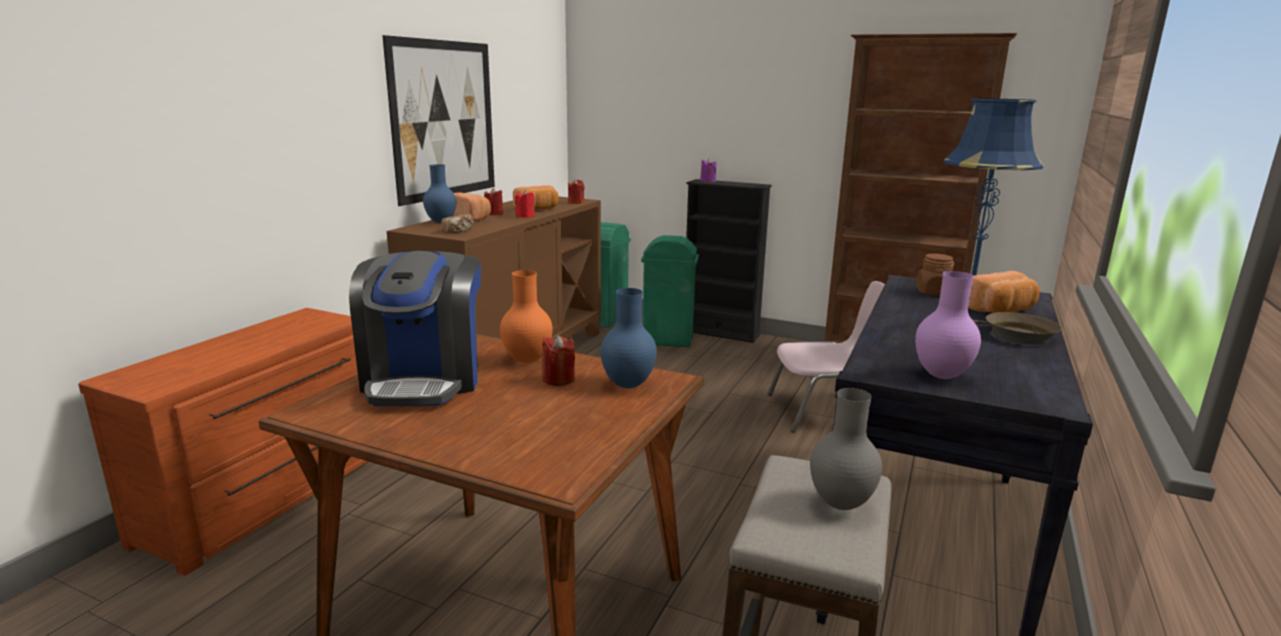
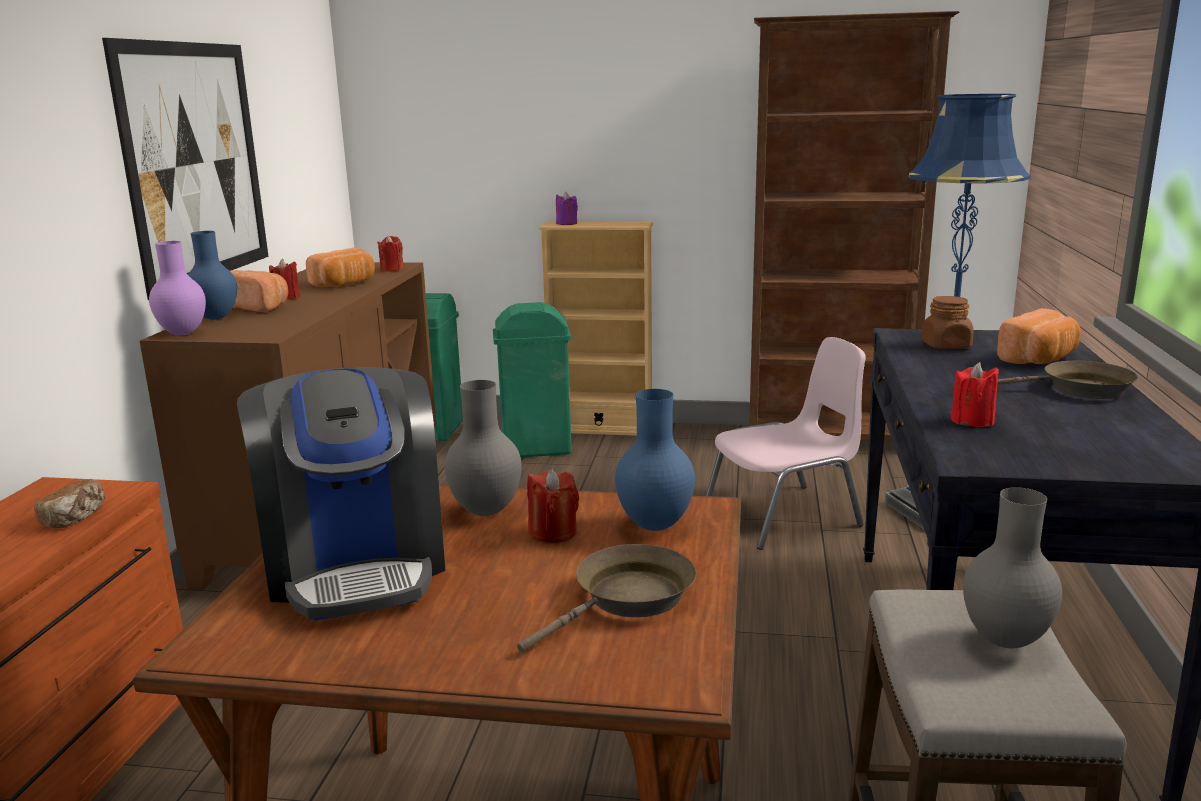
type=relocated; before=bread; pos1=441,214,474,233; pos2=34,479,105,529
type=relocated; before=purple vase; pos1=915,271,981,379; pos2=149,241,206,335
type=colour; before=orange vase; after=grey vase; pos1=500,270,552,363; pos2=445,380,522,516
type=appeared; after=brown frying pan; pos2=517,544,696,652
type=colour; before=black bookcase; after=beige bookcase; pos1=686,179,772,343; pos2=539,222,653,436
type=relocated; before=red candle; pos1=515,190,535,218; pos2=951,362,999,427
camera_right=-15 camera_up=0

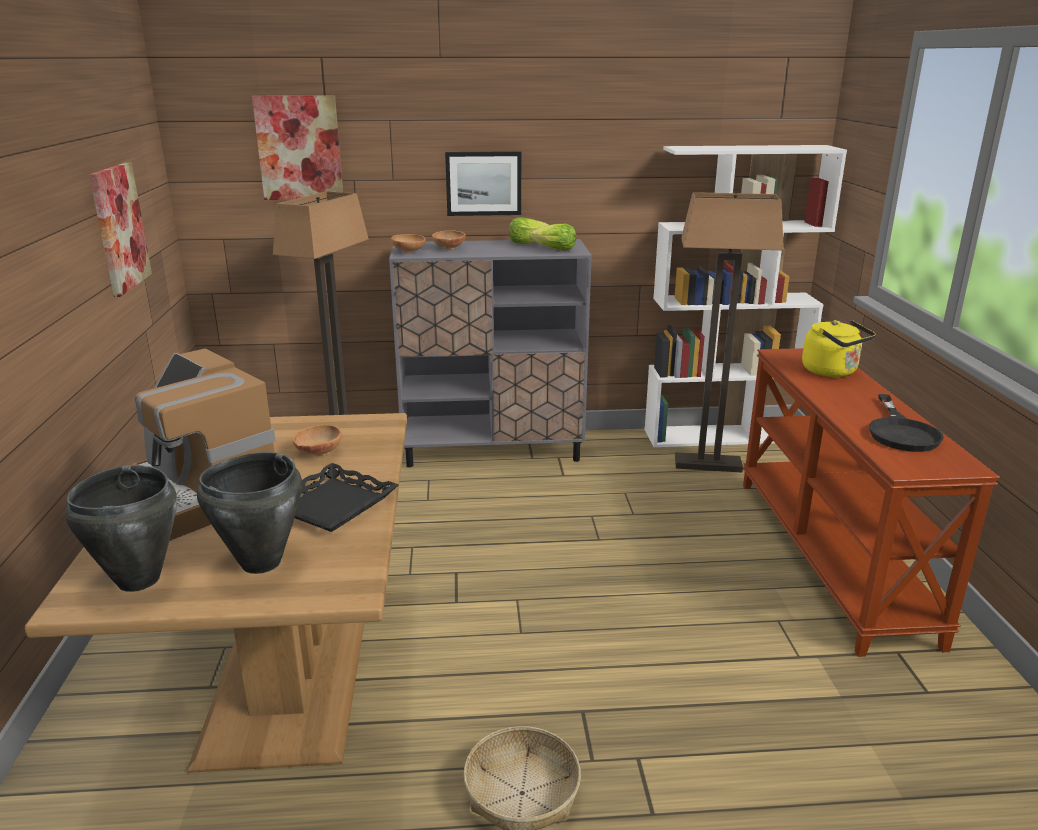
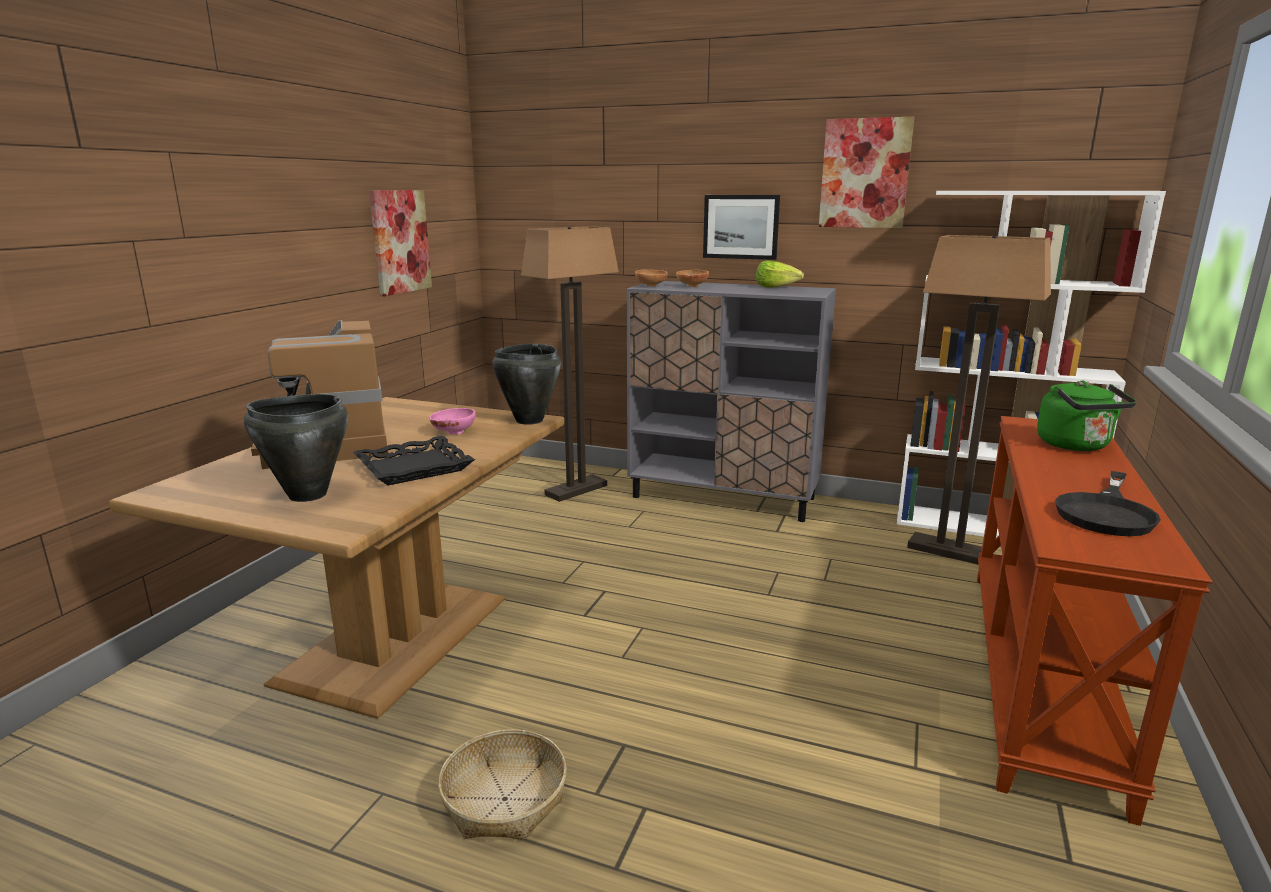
type=colour; before=brown bowl; after=pink bowl; pos1=293,425,342,456; pos2=429,408,476,435
type=relocated; before=black cooking pot; pos1=65,465,177,592; pos2=492,344,561,425
type=relocated; before=picture; pos1=252,95,343,200; pos2=819,117,914,228
type=colour; before=yellow kettle; after=green kettle; pos1=802,320,876,377; pos2=1037,381,1137,451
type=missing; before=lettuce; pos1=529,223,576,251
camera_right=25 camera_up=-5

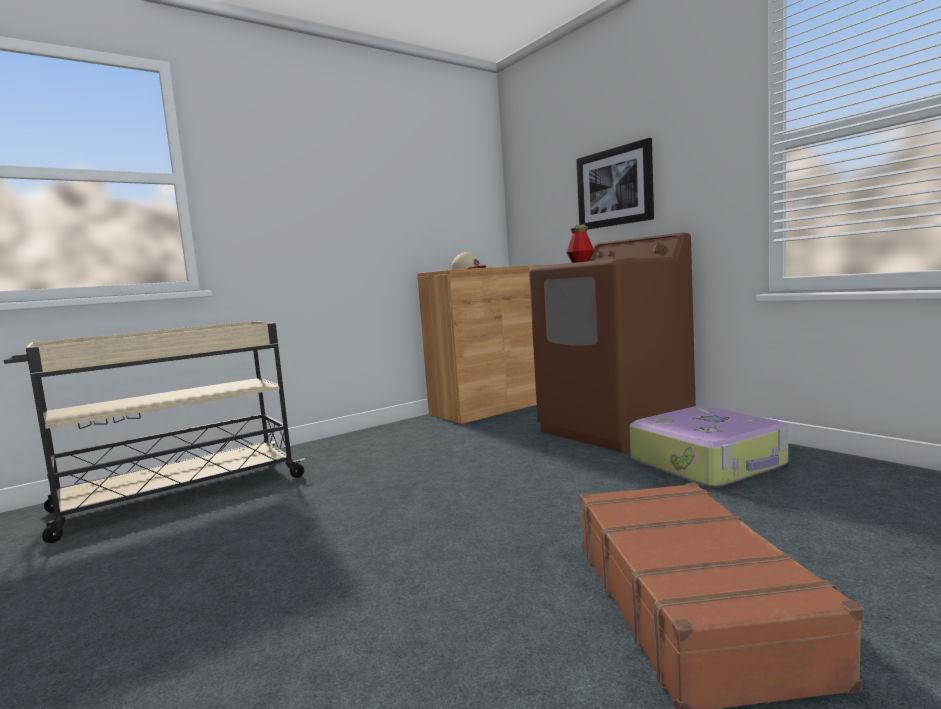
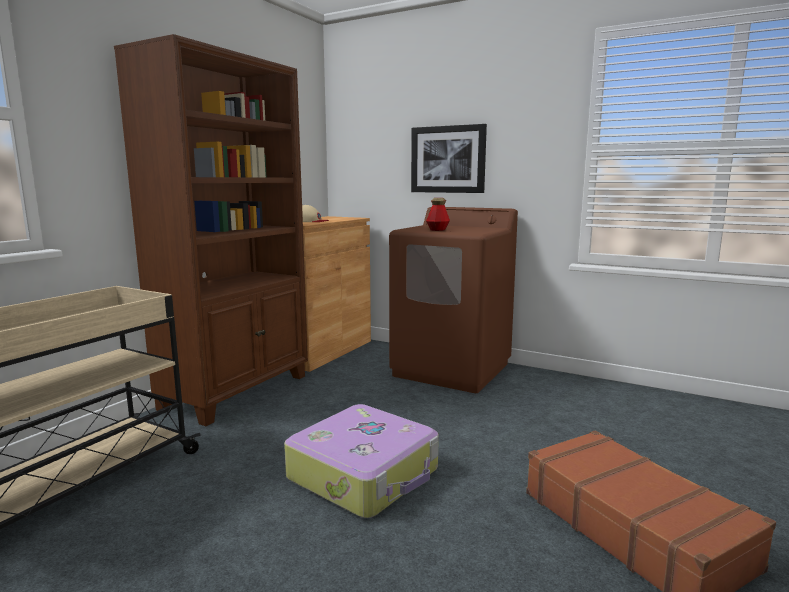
type=appeared; after=brown bookcase; pos2=114,34,308,426
type=relocated; before=suitcase; pos1=630,406,788,487; pos2=284,404,439,518
camera_right=-25 camera_up=5

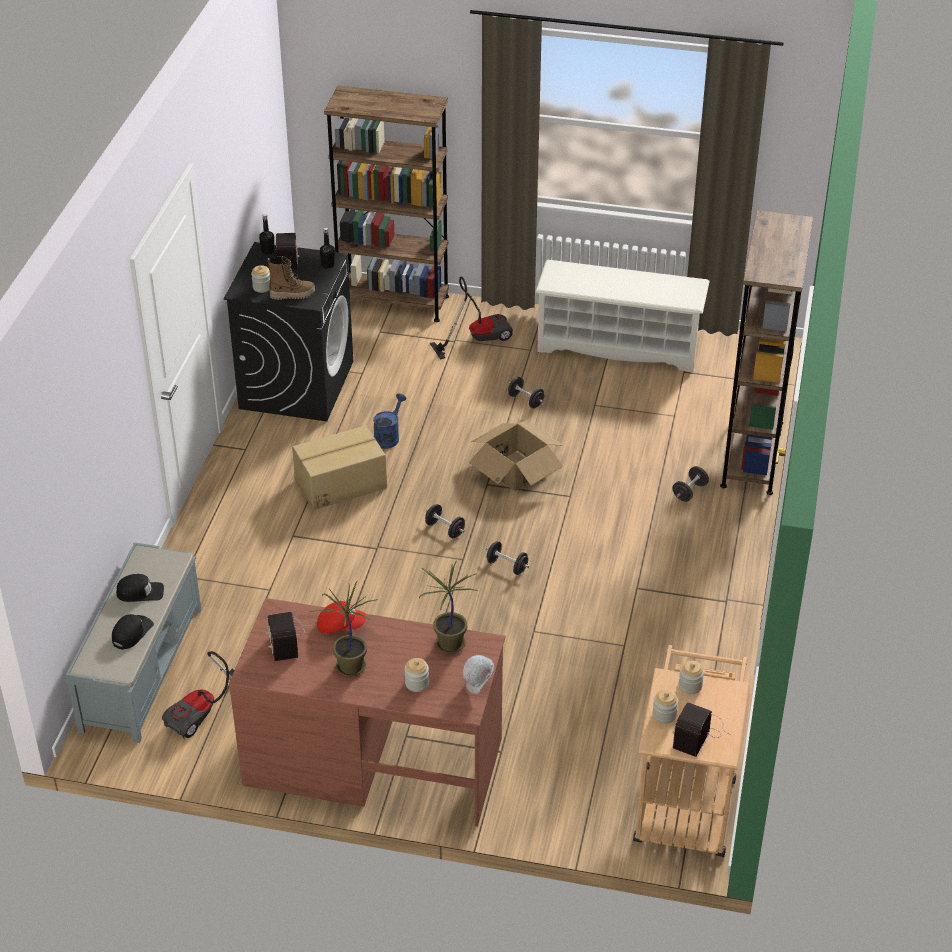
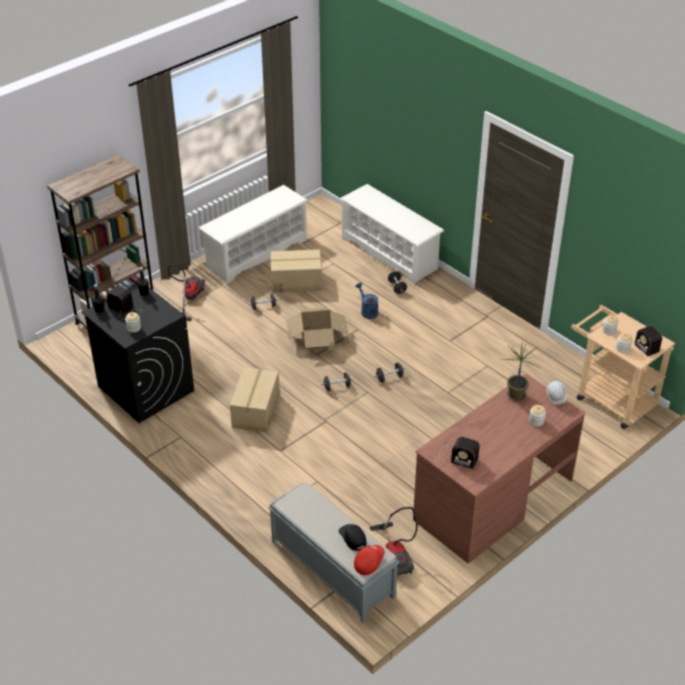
type=appeared; after=cardboard box; pos2=270,249,322,293
type=exchanged; before=brown bookcase; after=white shoe rack; pos1=720,210,813,495; pos2=340,184,444,285
type=relocated; before=red cap; pos1=317,601,366,633; pos2=354,545,385,575
type=relocated; before=blue watering can; pos1=373,393,407,449; pos2=355,283,378,319
type=missing; before=black cap; pos1=116,574,164,602
type=missing; before=boot; pos1=267,256,315,300
type=missing; before=potted plant; pos1=309,581,377,677
camera_right=-55 camera_up=0

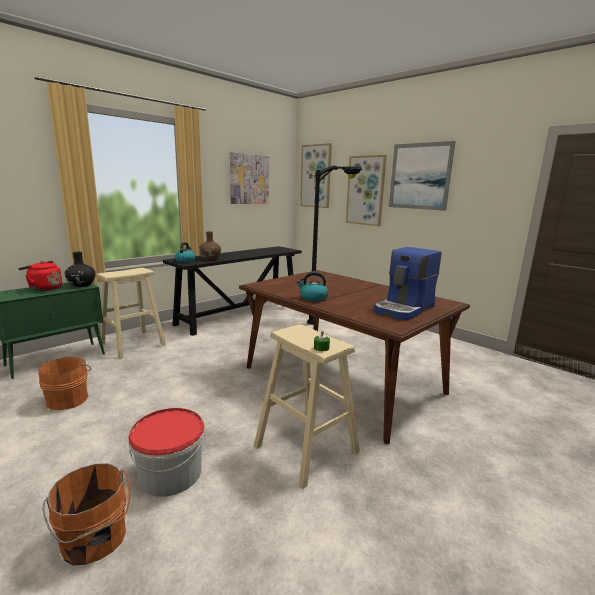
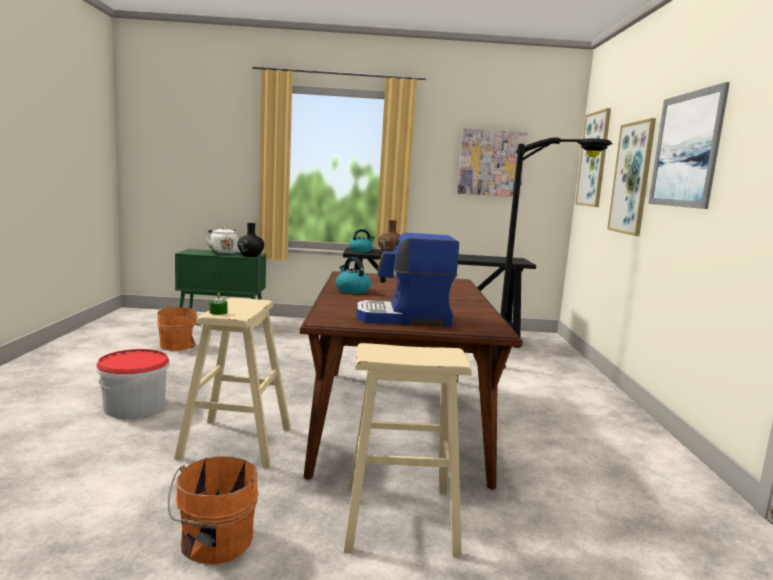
type=relocated; before=orange bucket; pos1=43,463,130,565; pos2=168,456,259,564
type=colour; before=red kettle; after=white kettle; pos1=18,261,62,291; pos2=205,227,238,254
type=relocated; before=beige stool; pos1=97,268,166,358; pos2=344,343,472,558
camera_right=45 camera_up=-5

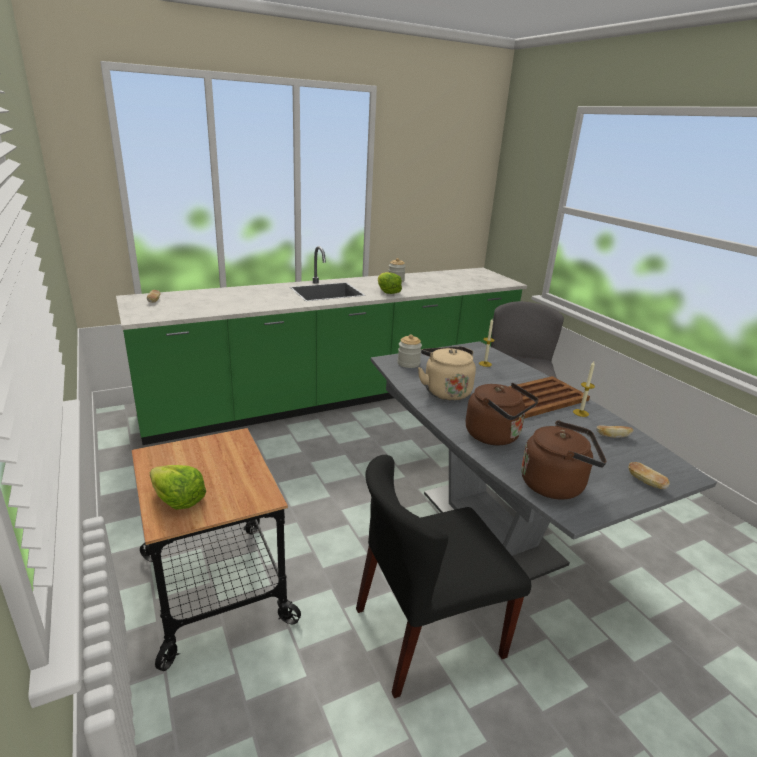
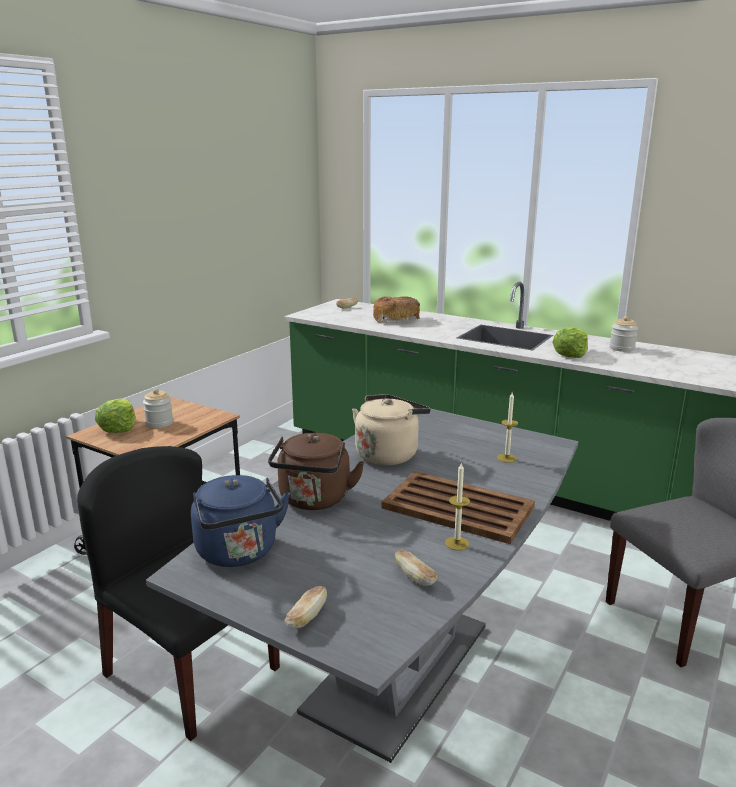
type=relocated; before=jar; pos1=398,334,422,368; pos2=143,389,173,428
type=colour; before=brown kettle; after=blue kettle; pos1=521,421,606,500; pos2=191,475,290,567
type=appeared; after=bread; pos2=373,296,420,323
camera_right=60 camera_up=-5

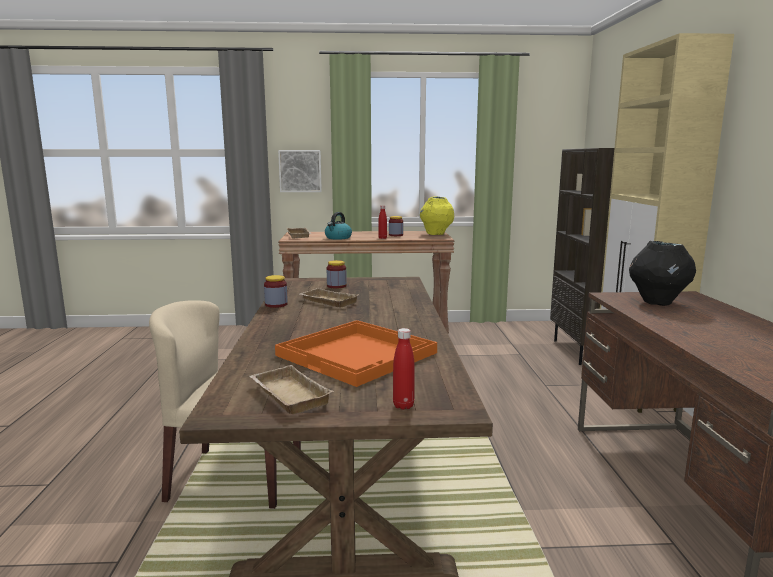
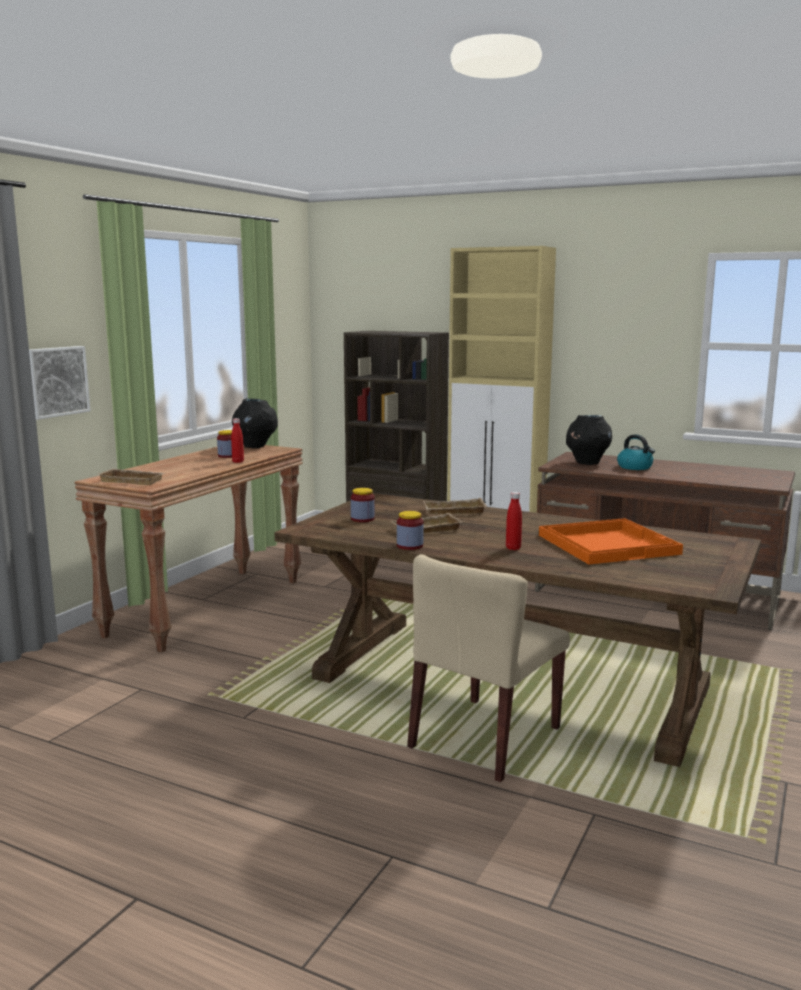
type=colour; before=yellow vase; after=black vase; pos1=420,196,454,235; pos2=232,398,278,448
type=relocated; before=beige tray; pos1=249,365,334,414; pos2=423,498,487,514
type=relocated; before=red bottle; pos1=393,328,415,410; pos2=506,492,522,550
type=relocated; before=kettle; pos1=325,212,352,240; pos2=617,434,655,470
camera_right=-60 camera_up=0

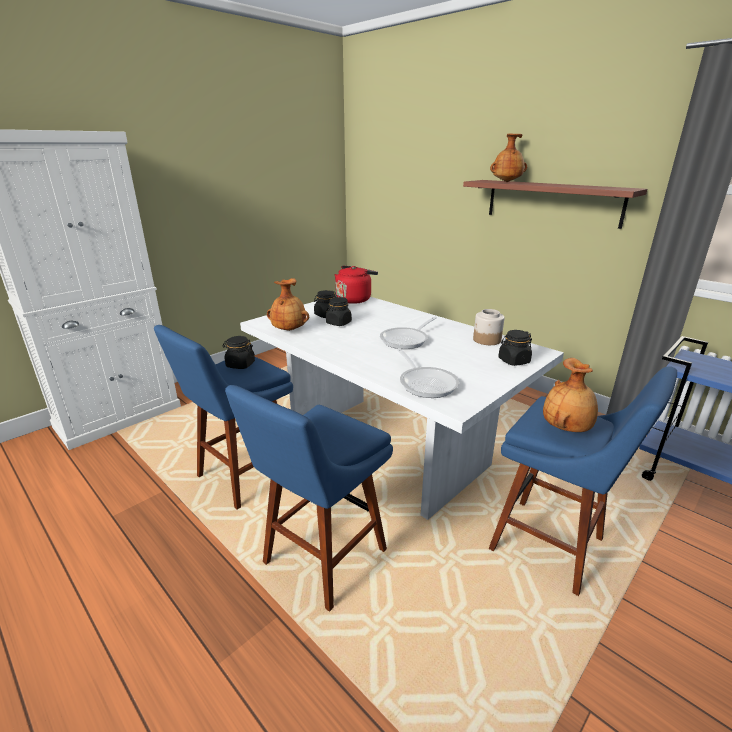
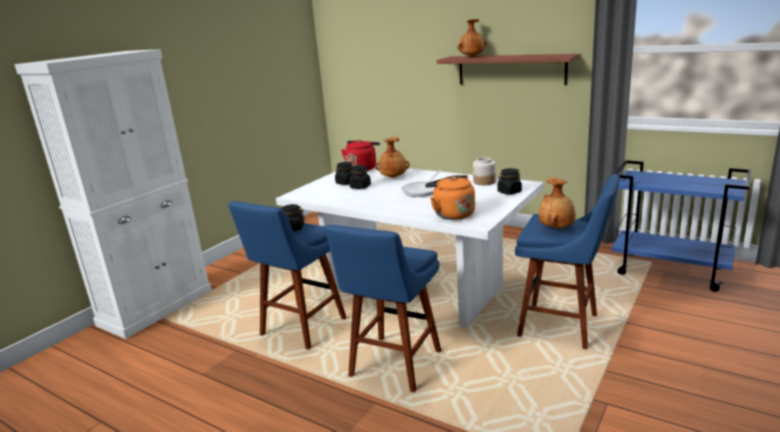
type=relocated; before=brown vase; pos1=267,278,309,331; pos2=375,137,410,178
type=exchanged; before=frying pan; after=orange kettle; pos1=397,348,459,398; pos2=425,175,475,220
camera_right=-10 camera_up=-5

